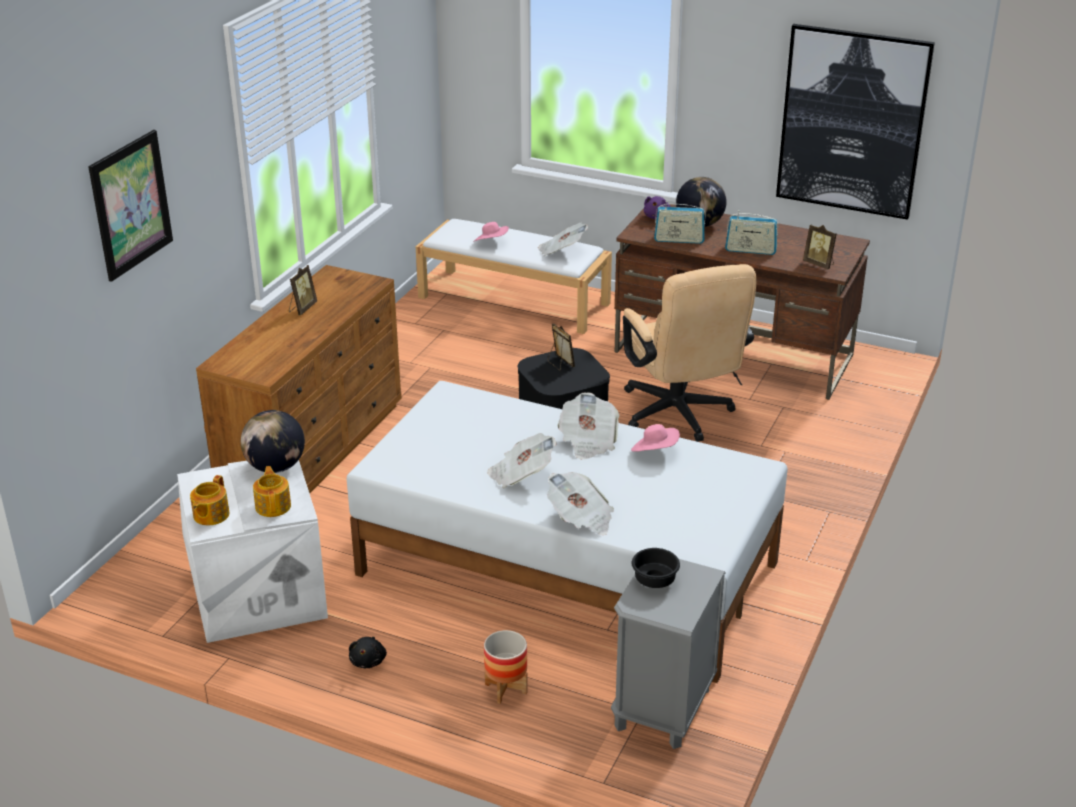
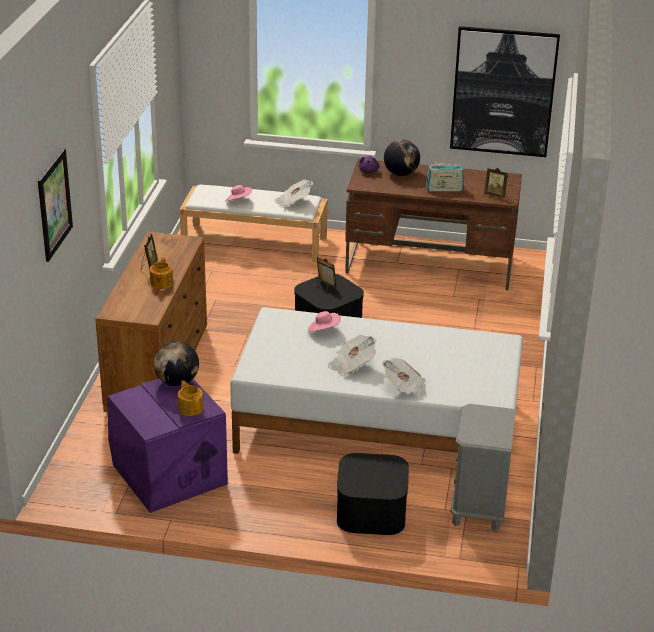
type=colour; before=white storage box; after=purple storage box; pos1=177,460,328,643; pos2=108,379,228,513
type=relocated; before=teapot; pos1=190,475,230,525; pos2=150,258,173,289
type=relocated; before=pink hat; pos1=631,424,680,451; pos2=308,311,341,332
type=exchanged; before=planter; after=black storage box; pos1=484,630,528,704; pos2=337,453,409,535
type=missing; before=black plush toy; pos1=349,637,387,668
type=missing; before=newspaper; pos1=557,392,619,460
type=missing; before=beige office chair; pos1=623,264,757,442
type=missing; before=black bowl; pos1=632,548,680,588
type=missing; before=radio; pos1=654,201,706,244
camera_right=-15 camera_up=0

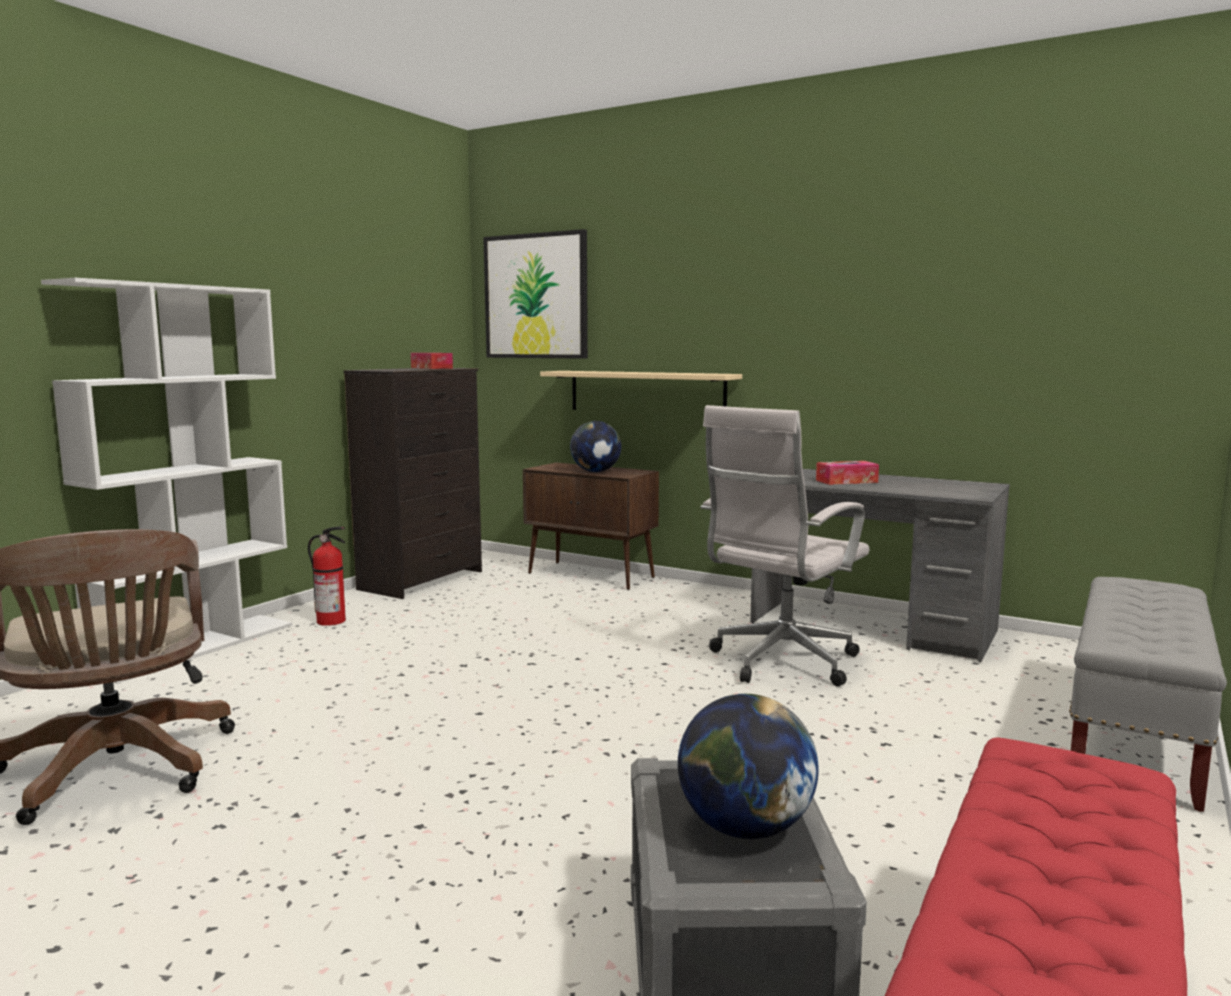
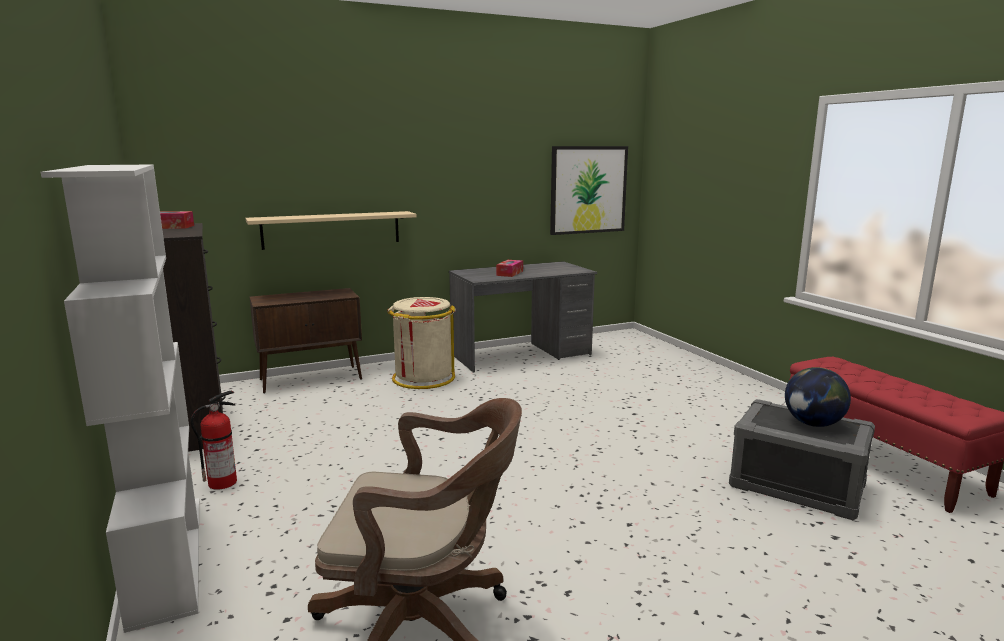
type=appeared; after=beige trash can; pos2=387,297,456,389
type=relocated; before=picture; pos1=483,229,588,359; pos2=550,146,628,235
type=missing; before=globe; pos1=570,421,621,472
type=missing; before=white office chair; pos1=701,405,869,687
type=missing; before=grey bench; pos1=1069,577,1227,812
camera_right=-55 camera_up=5

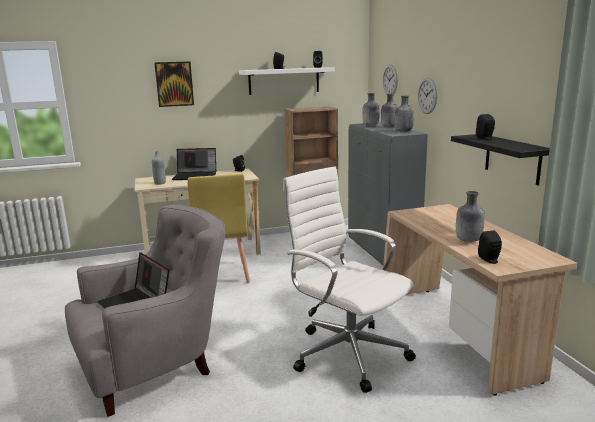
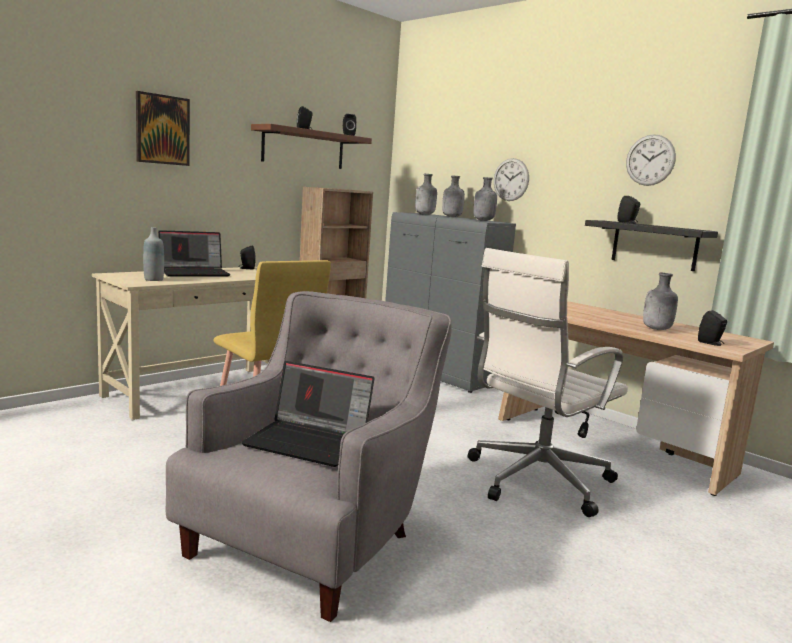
type=colour; before=white shelf; after=brown shelf; pos1=239,67,335,95; pos2=251,124,372,169
type=spun; before=white office chair; pos1=283,166,416,393; pos2=468,248,628,517; turn=-60
type=relocated; before=wall clock; pos1=383,64,398,94; pos2=626,134,676,186
camera_right=-30 camera_up=-5

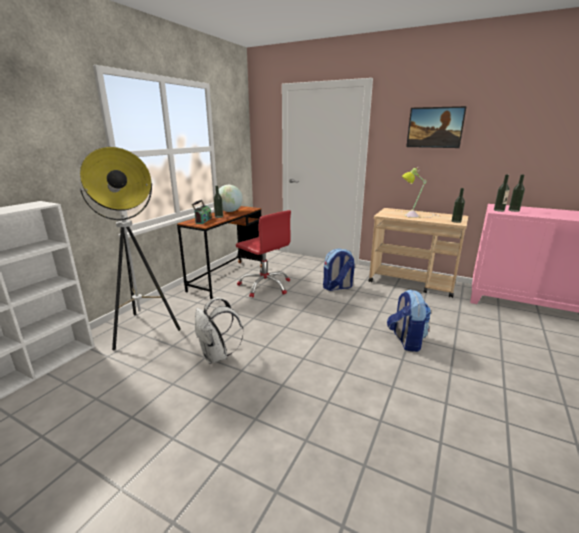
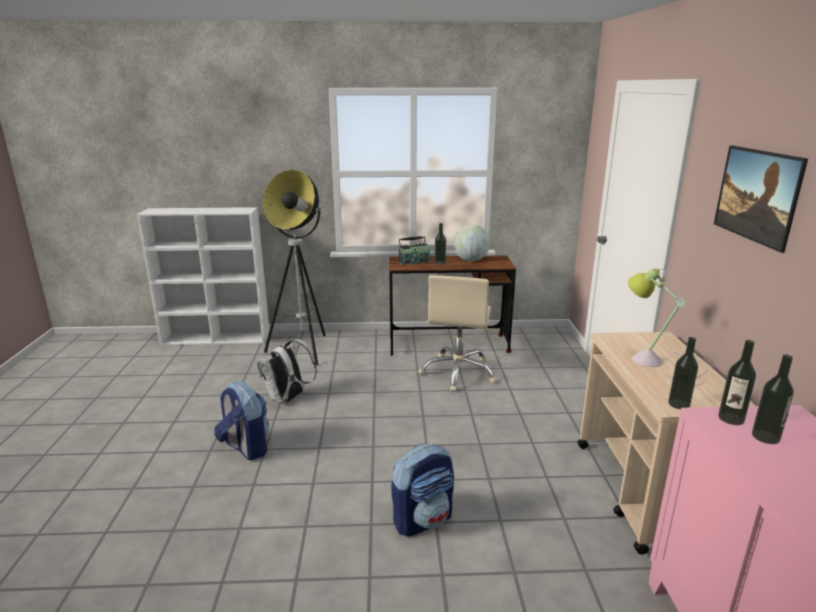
type=relocated; before=backpack; pos1=323,248,355,291; pos2=214,382,269,460
type=colour; before=red office chair; after=beige office chair; pos1=236,210,291,297; pos2=418,275,497,392
camera_right=60 camera_up=0

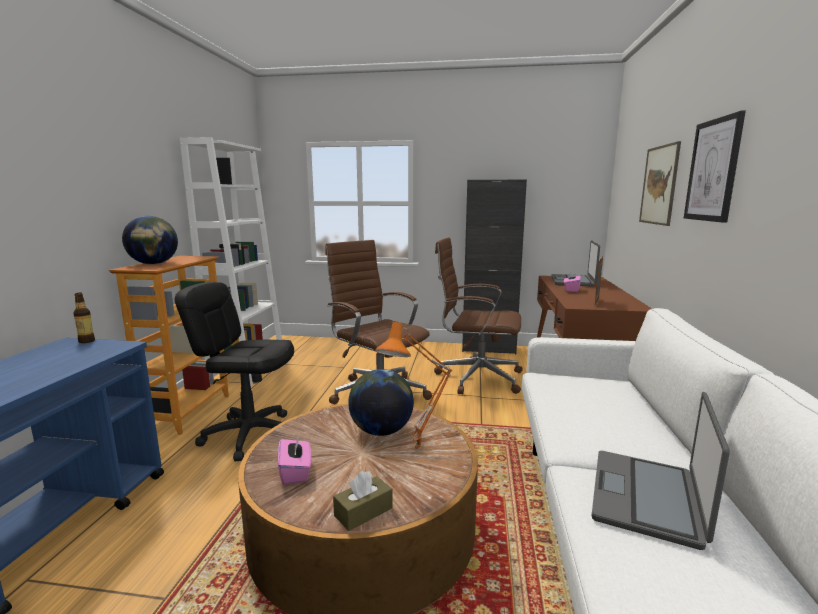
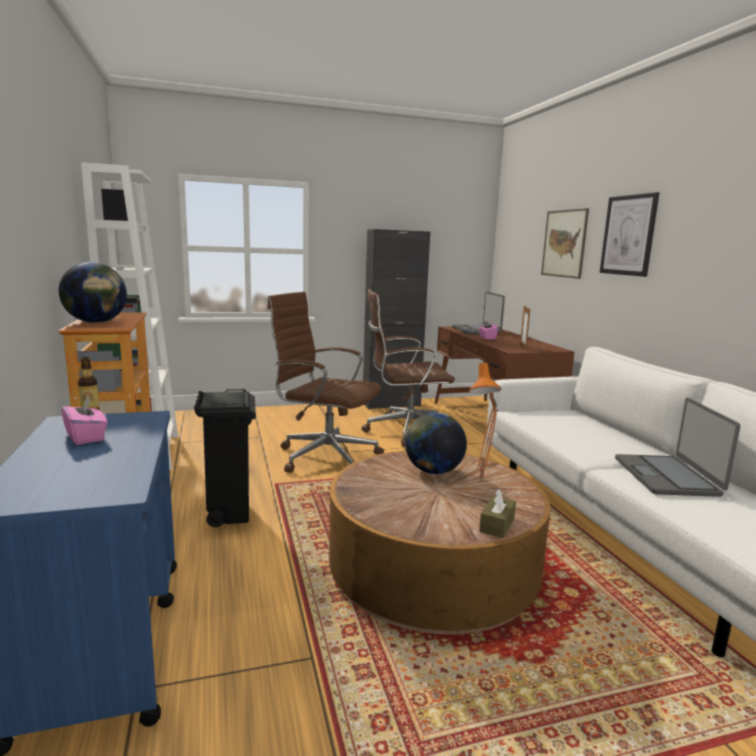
type=relocated; before=pink tissue box; pos1=278,436,311,485; pos2=61,397,107,445
type=exchanged; before=black office chair; after=black trash can; pos1=175,282,294,461; pos2=194,389,256,527
camera_right=-25 camera_up=0

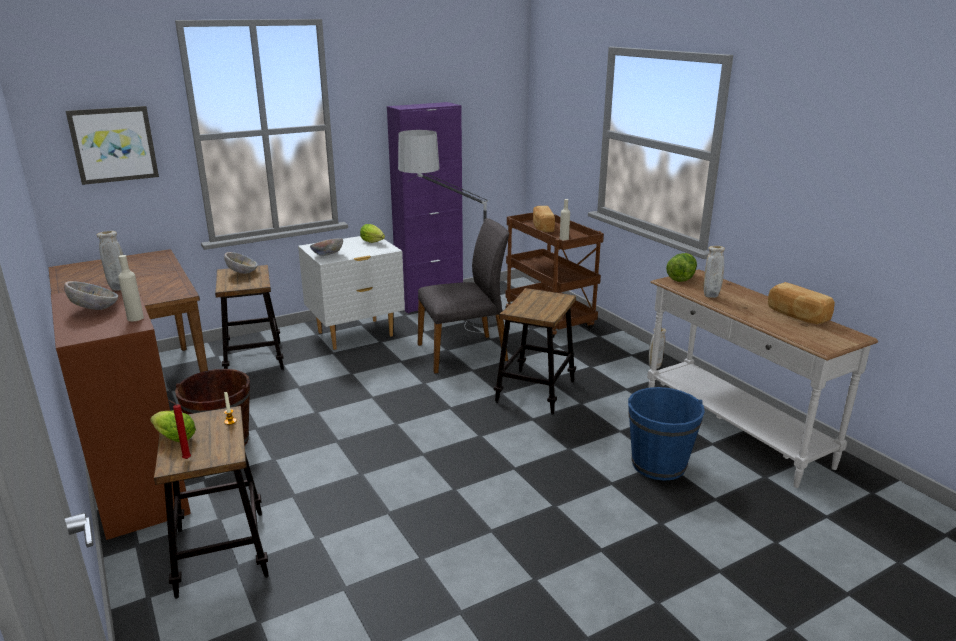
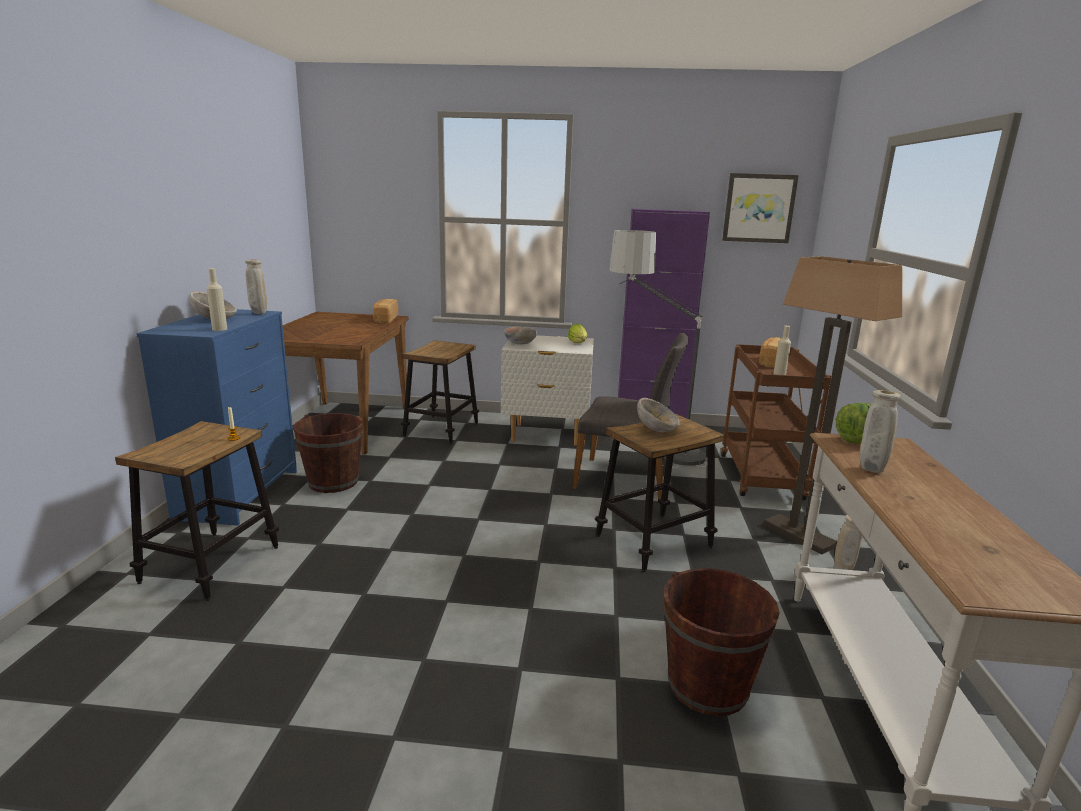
type=colour; before=brown dresser; after=blue dresser; pos1=51,285,191,540; pos2=136,309,297,526
type=relocated; before=bread; pos1=768,282,835,324; pos2=373,299,398,323
type=relocated; before=bowl; pos1=224,252,258,274; pos2=637,398,680,432
type=colour; before=blue bucket; after=brown bucket; pos1=628,387,705,481; pos2=664,568,780,716
type=relocated; before=picture; pos1=66,106,159,185; pos2=722,173,799,243
type=appeared; after=floor lamp; pos2=764,256,902,555
type=missing; before=lettuce; pos1=150,411,196,442
type=missing; before=red candle; pos1=169,400,191,459
camera_right=35 camera_up=-5

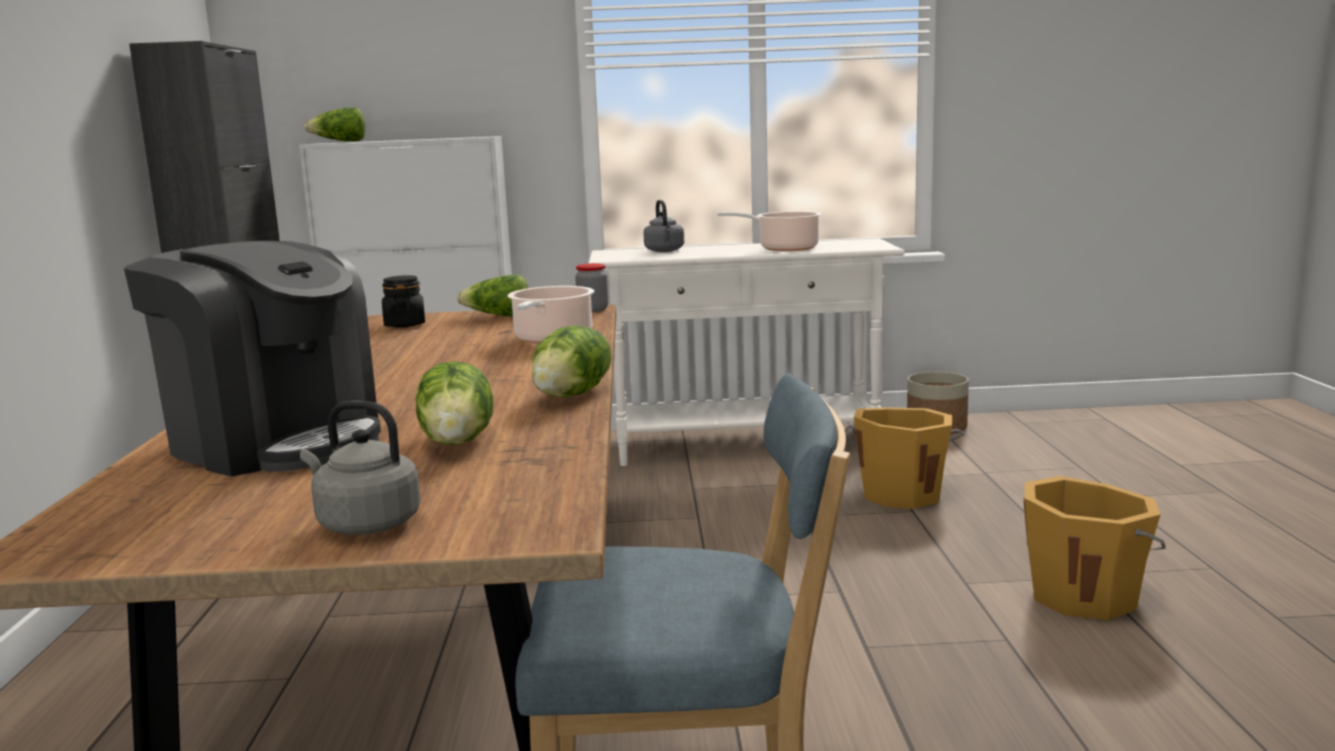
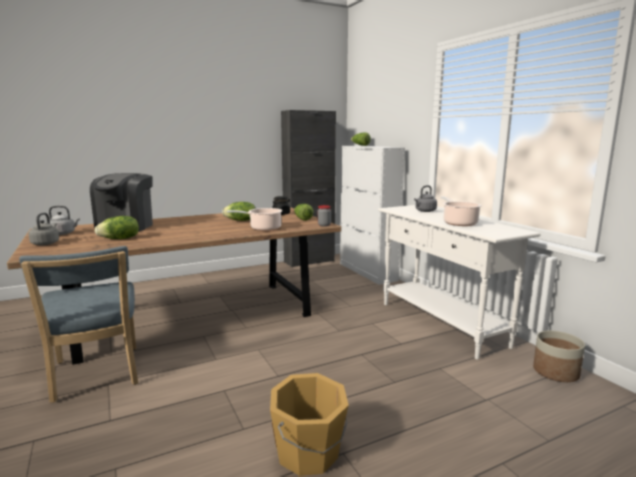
type=appeared; after=grey kettle; pos2=49,206,80,235
type=relocated; before=lettuce; pos1=532,326,611,397; pos2=222,202,255,221
type=missing; before=orange bucket; pos1=845,407,964,509
camera_right=65 camera_up=0

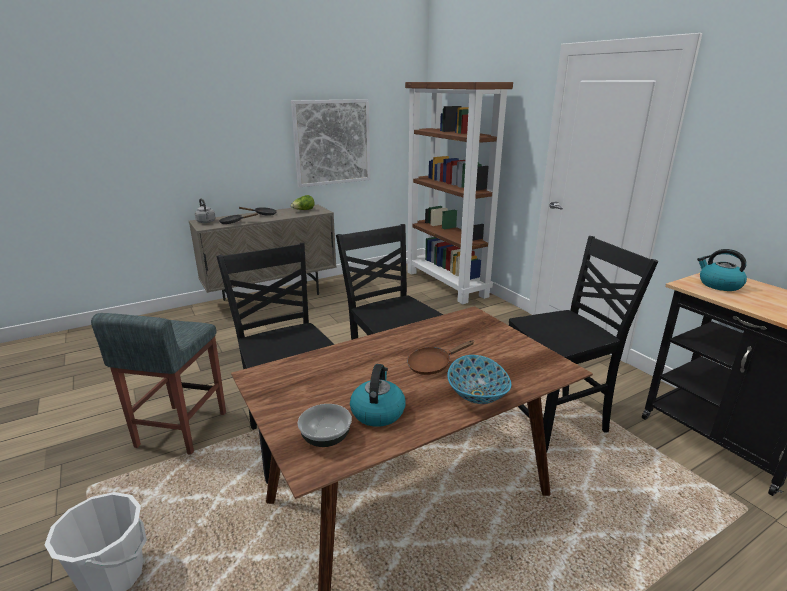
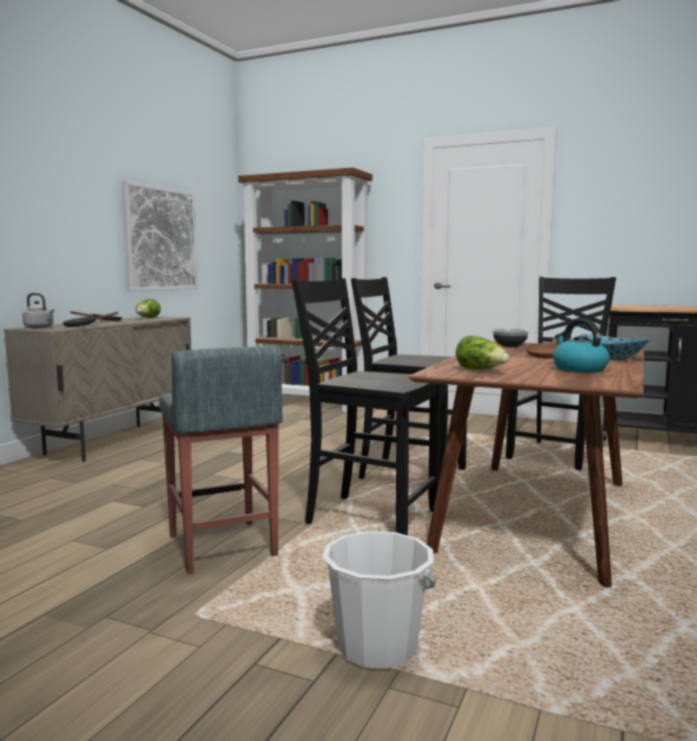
type=appeared; after=lettuce; pos2=456,336,509,369
type=relocated; before=bowl; pos1=298,404,352,447; pos2=492,329,529,347
type=missing; before=kettle; pos1=697,249,747,291
camera_right=-35 camera_up=-15

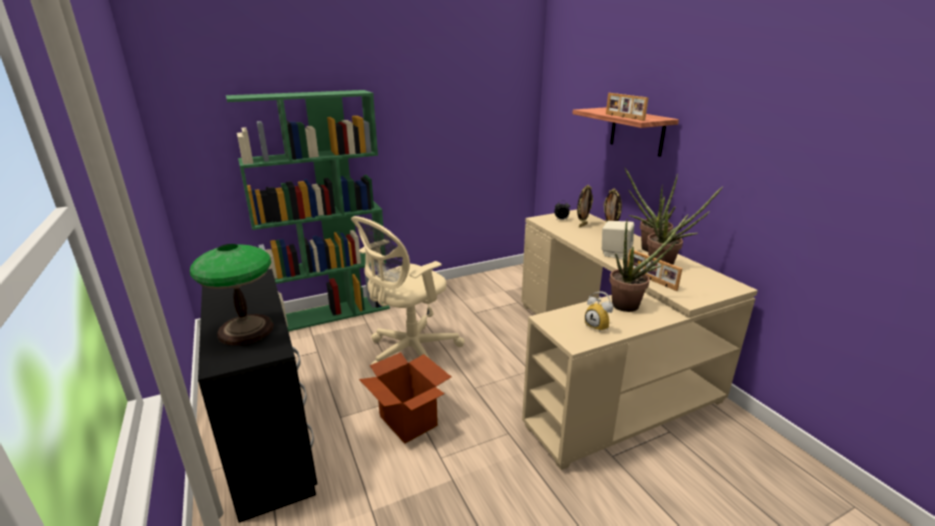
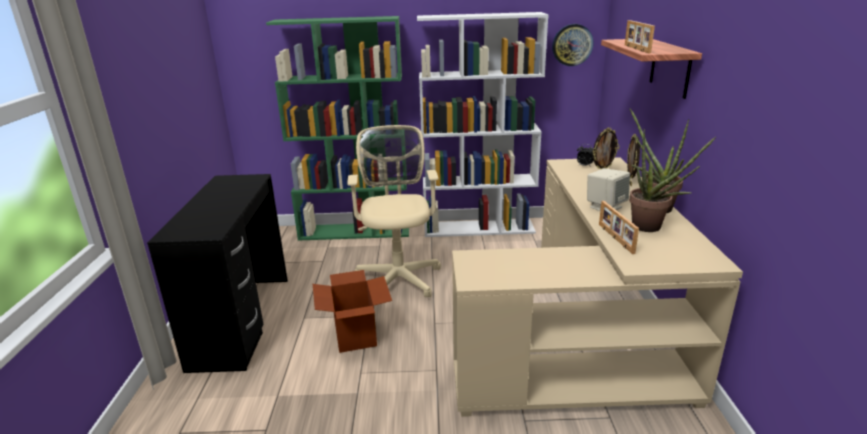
type=spun; before=beige office chair; pos1=351,216,465,365; pos2=347,125,441,297; turn=105
type=appeared; after=white bookcase; pos2=417,12,549,237
type=appeared; after=wall clock; pos2=552,24,594,66
type=missing; before=table lamp; pos1=190,244,274,345
type=missing; before=alarm clock; pos1=585,291,613,332
type=missing; before=potted plant; pos1=609,214,689,312
camera_right=25 camera_up=0

